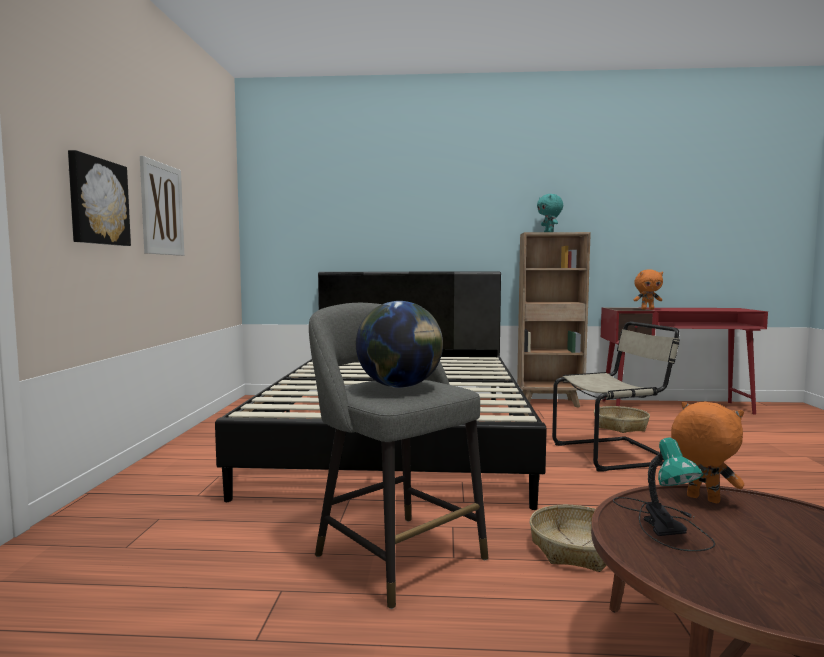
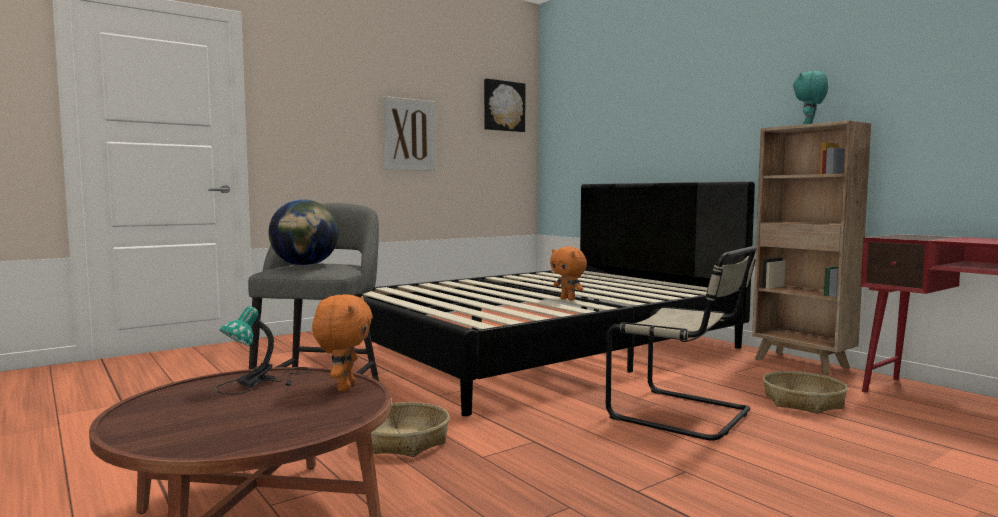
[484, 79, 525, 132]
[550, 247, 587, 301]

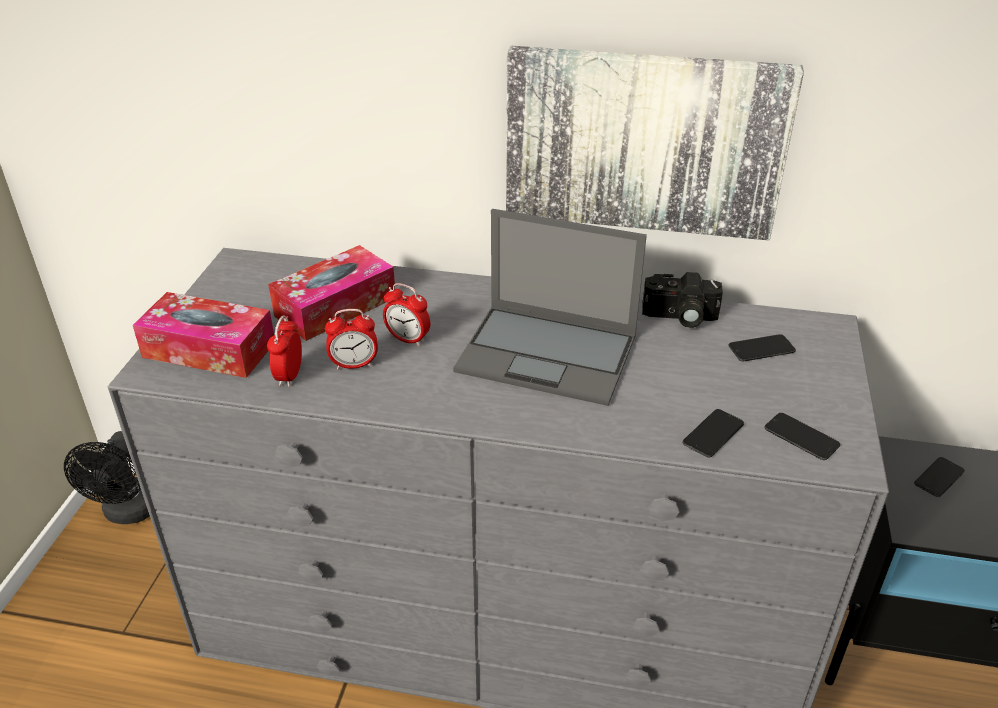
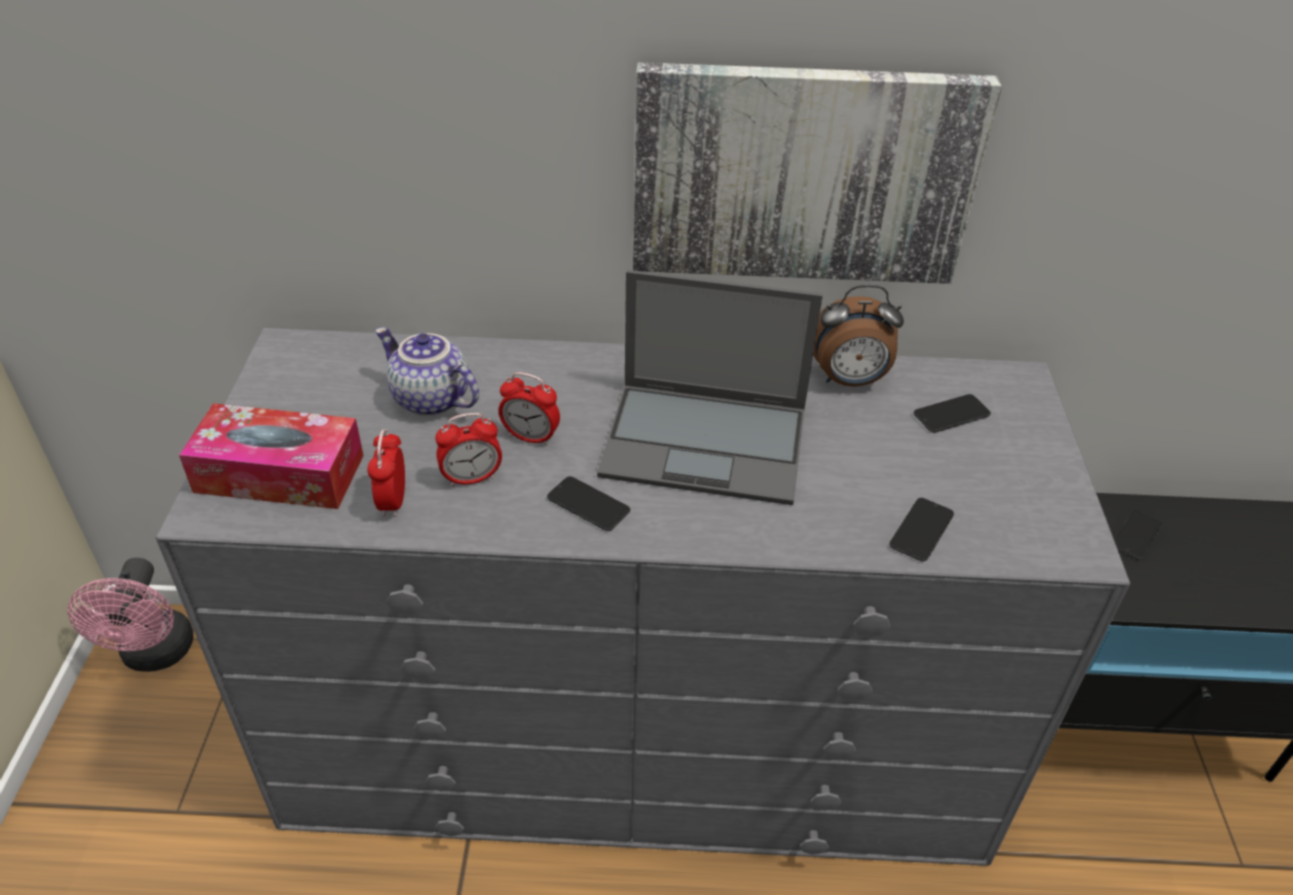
[547, 476, 630, 531]
[375, 327, 479, 416]
[813, 285, 904, 387]
[68, 558, 194, 672]

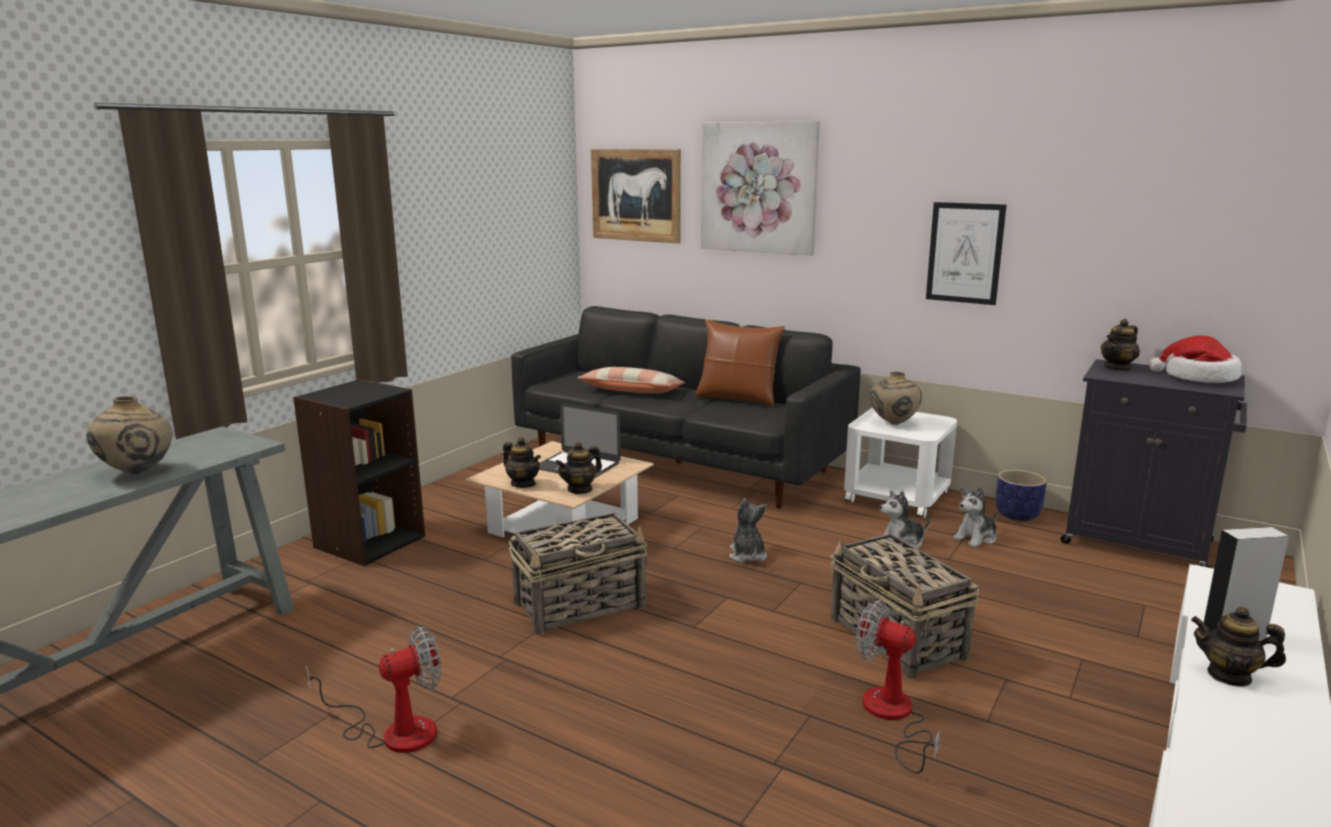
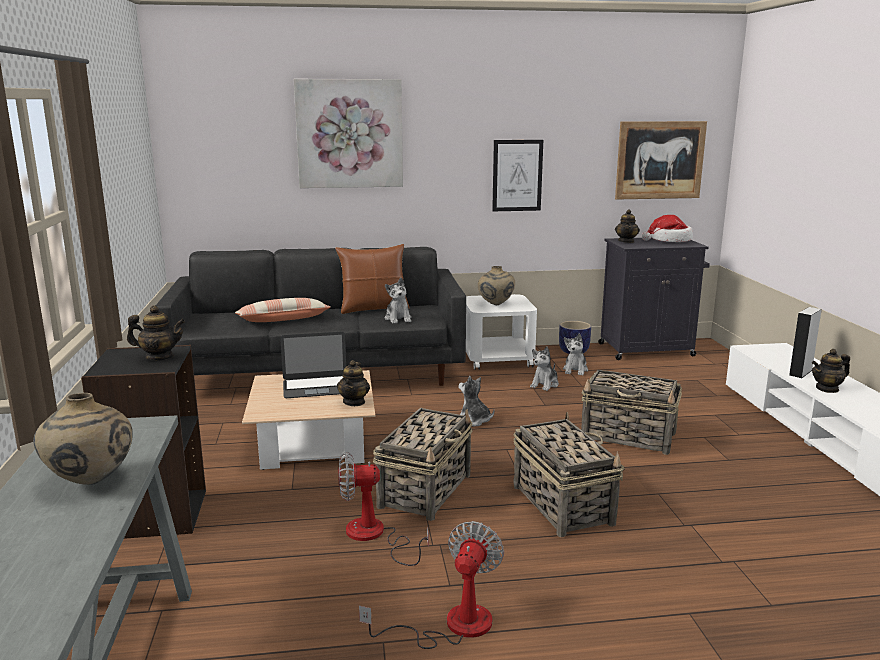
[385, 278, 412, 323]
[513, 412, 625, 537]
[127, 305, 185, 361]
[615, 121, 707, 200]
[338, 452, 429, 566]

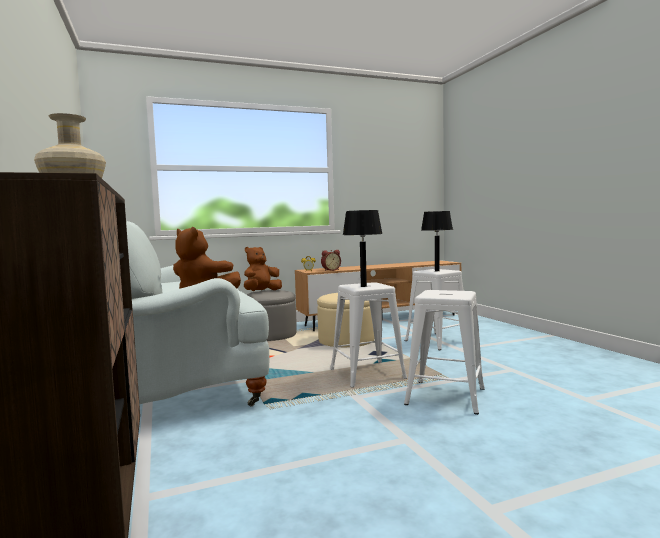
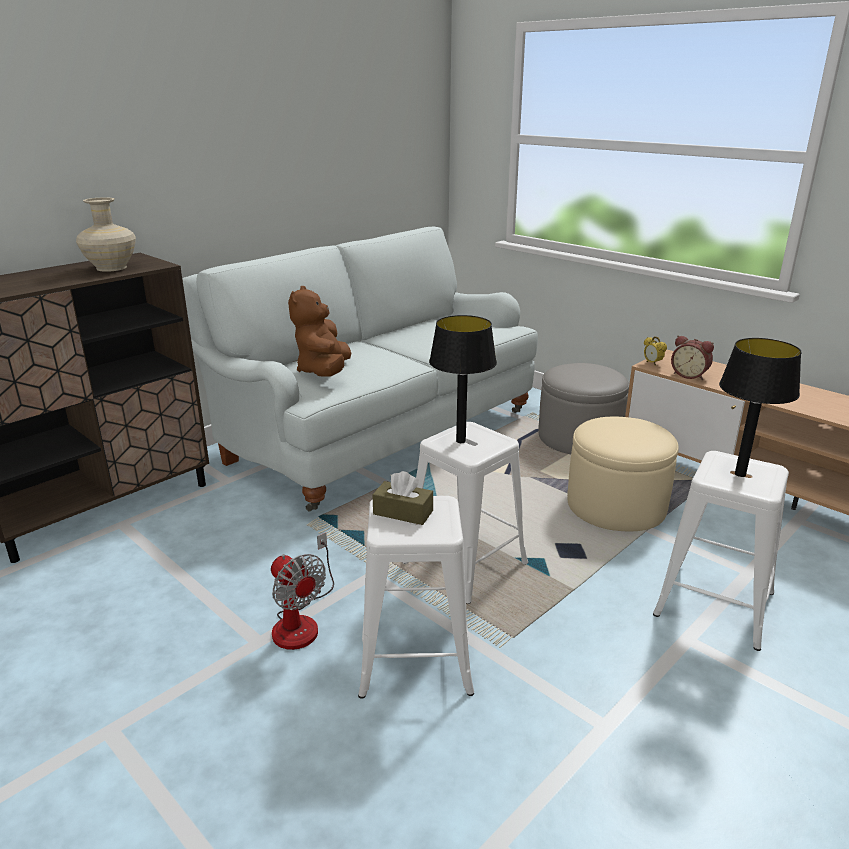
[244, 247, 282, 291] (first image)
[271, 533, 334, 650]
[372, 471, 433, 525]

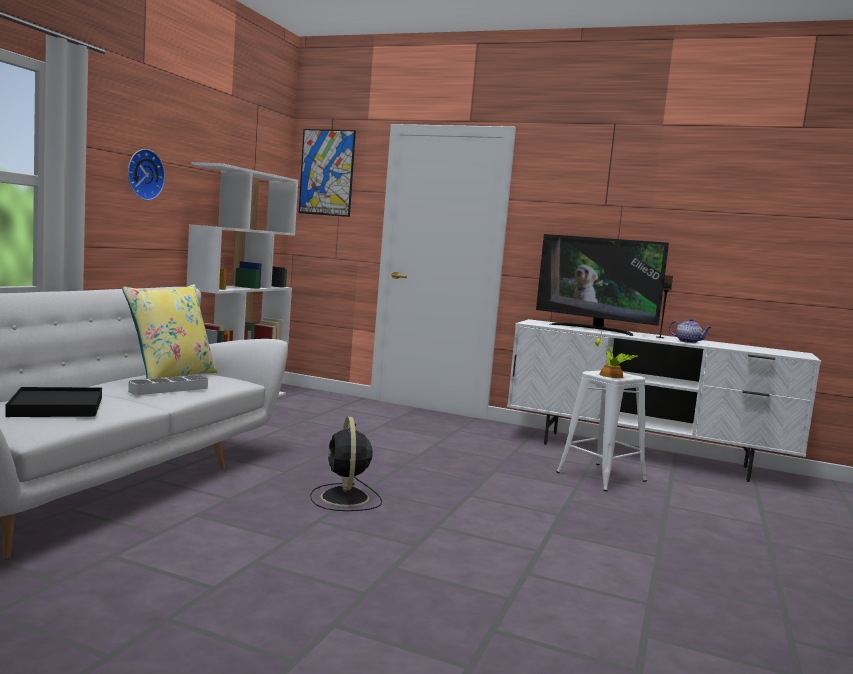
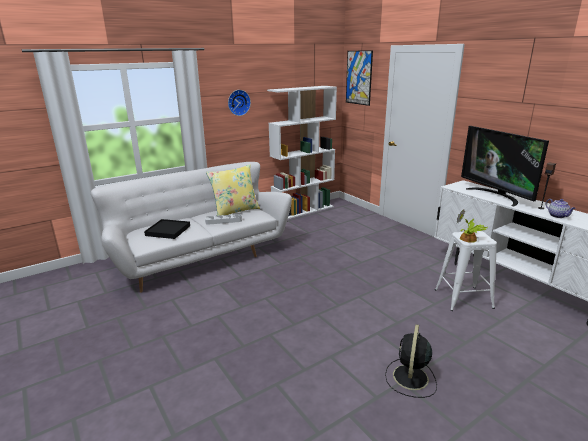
[385, 324, 437, 398]

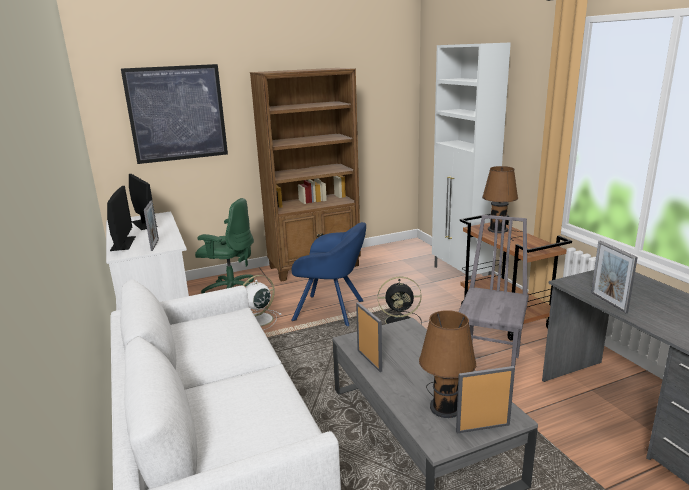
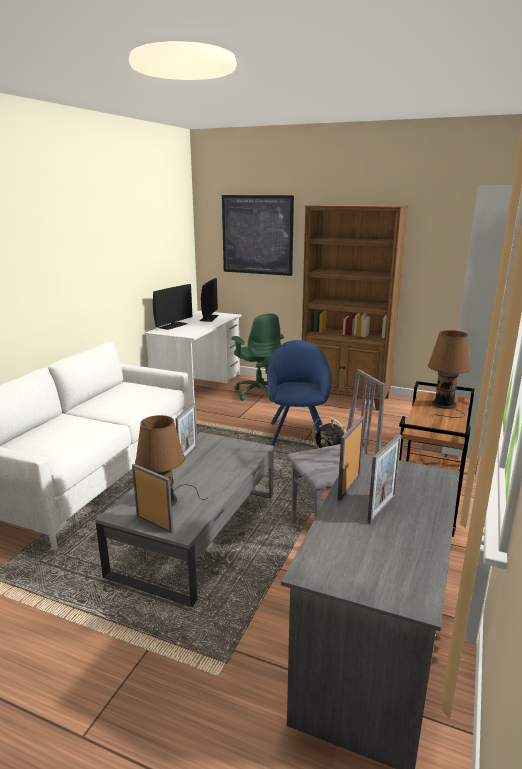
[242, 275, 281, 330] (first image)
[367, 434, 402, 524]
[267, 340, 332, 446]

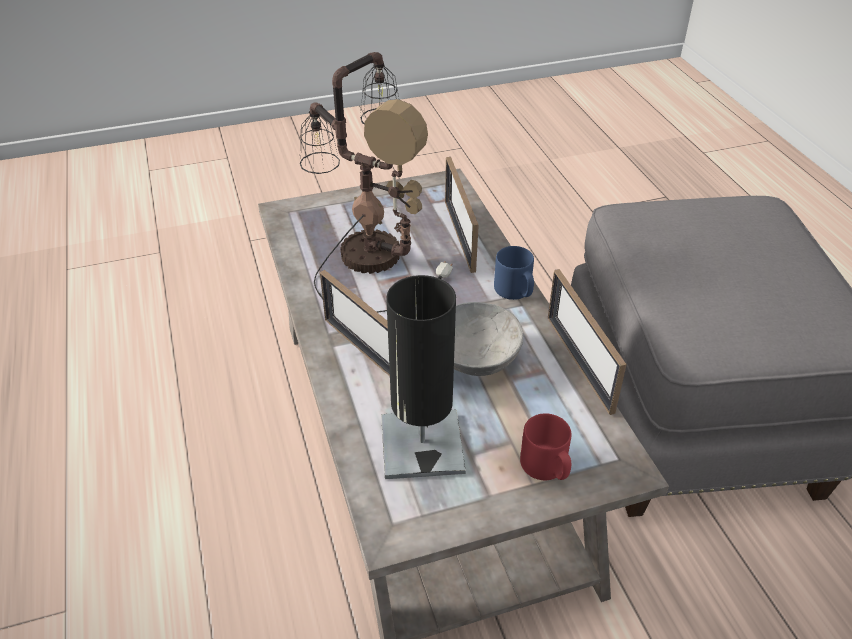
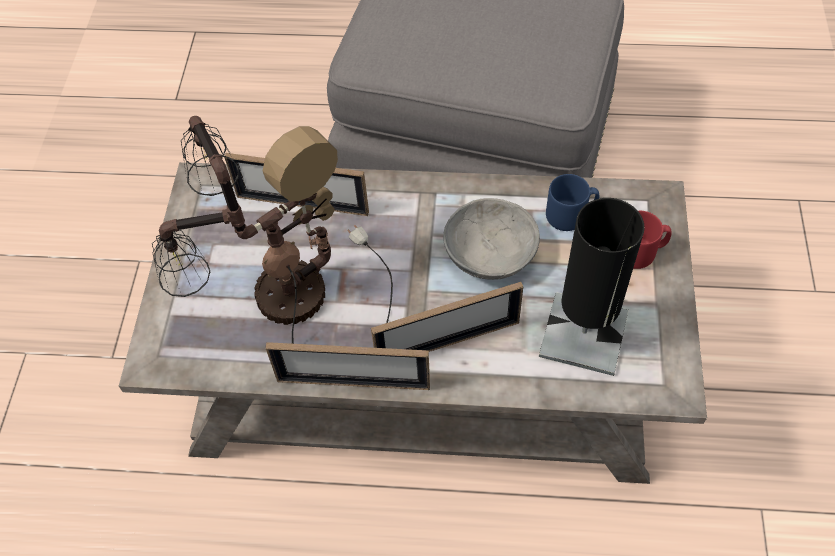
[546, 174, 599, 231]
[265, 342, 430, 390]

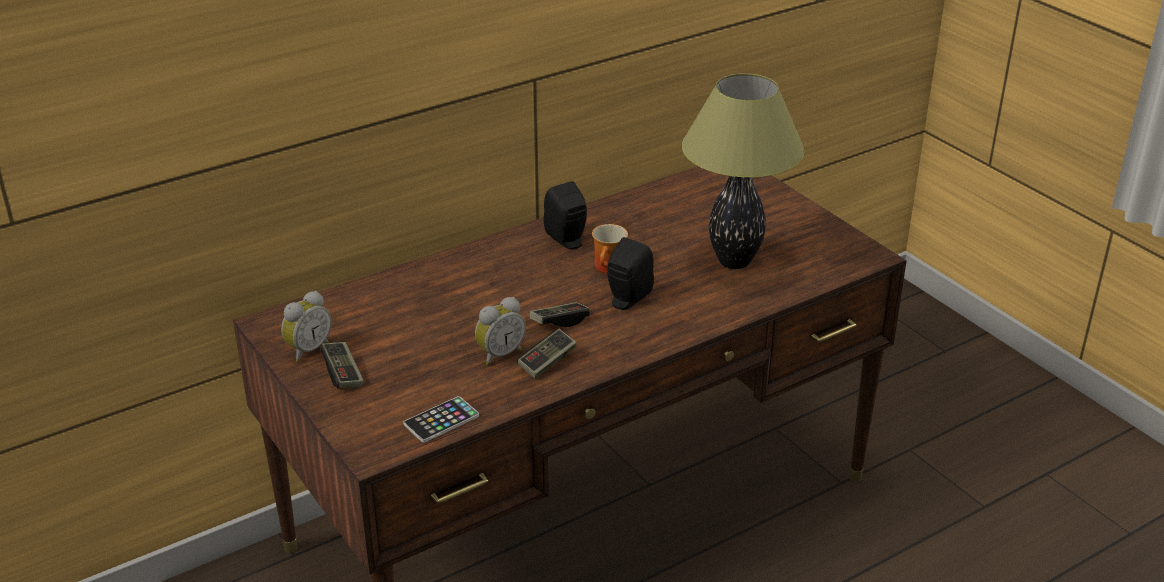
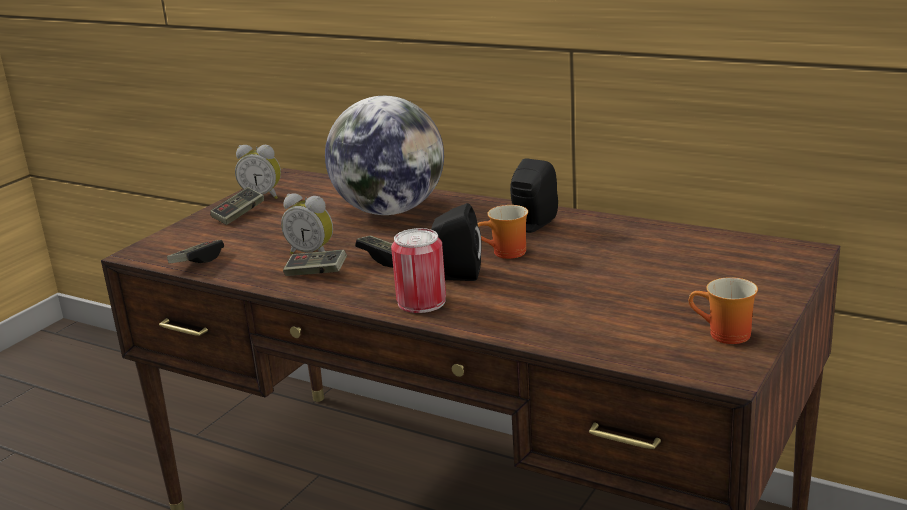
[682, 73, 805, 269] (first image)
[325, 96, 444, 215]
[391, 228, 446, 313]
[689, 277, 758, 344]
[167, 240, 224, 264]

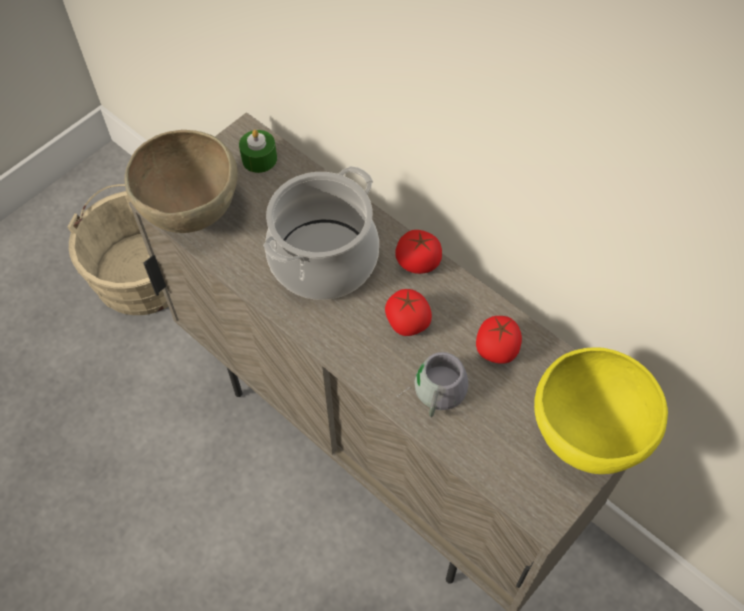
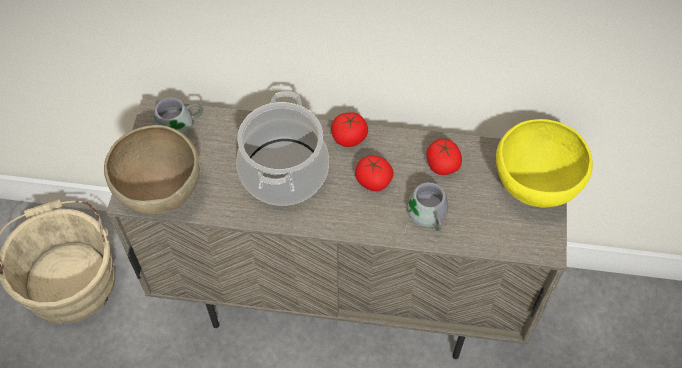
[153, 97, 203, 144]

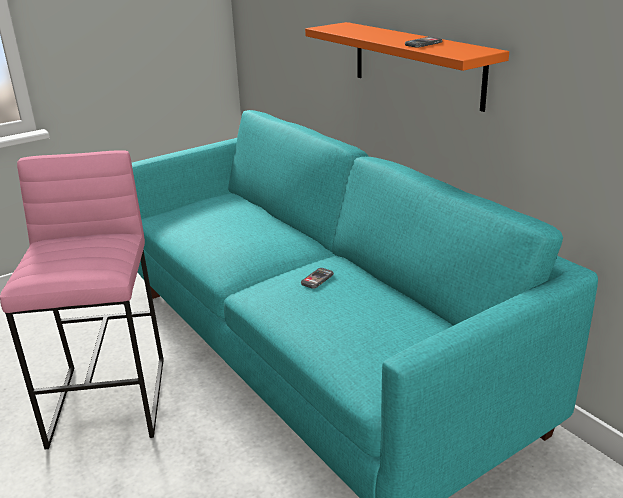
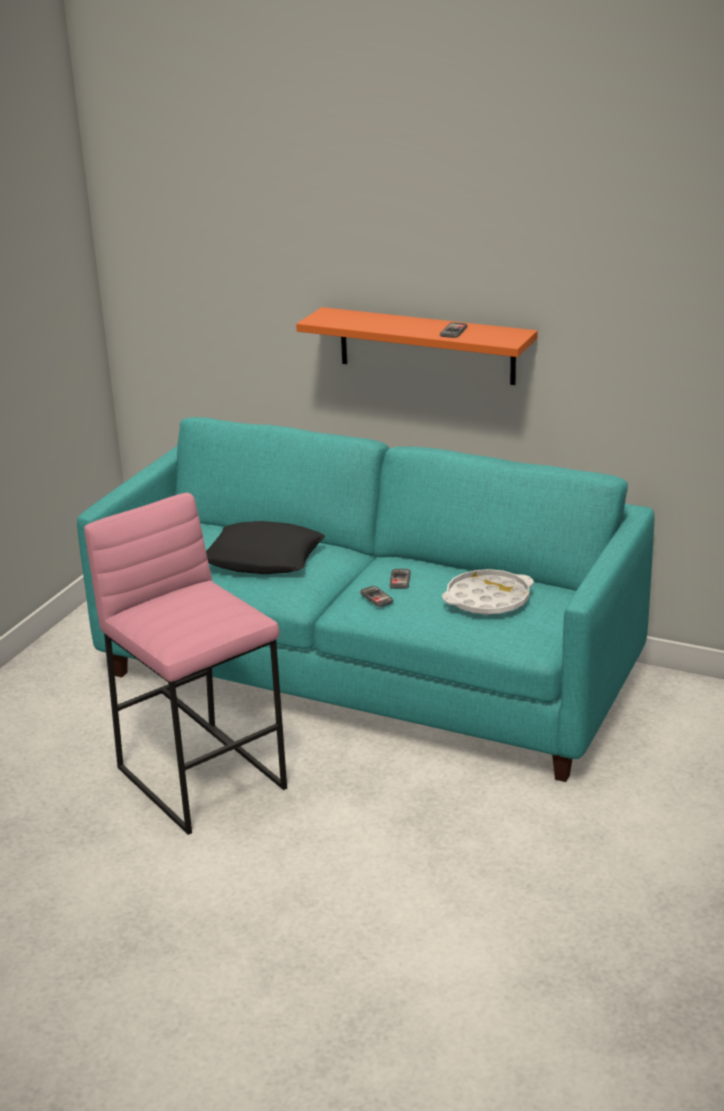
[206, 521, 325, 574]
[360, 586, 394, 607]
[442, 569, 534, 615]

